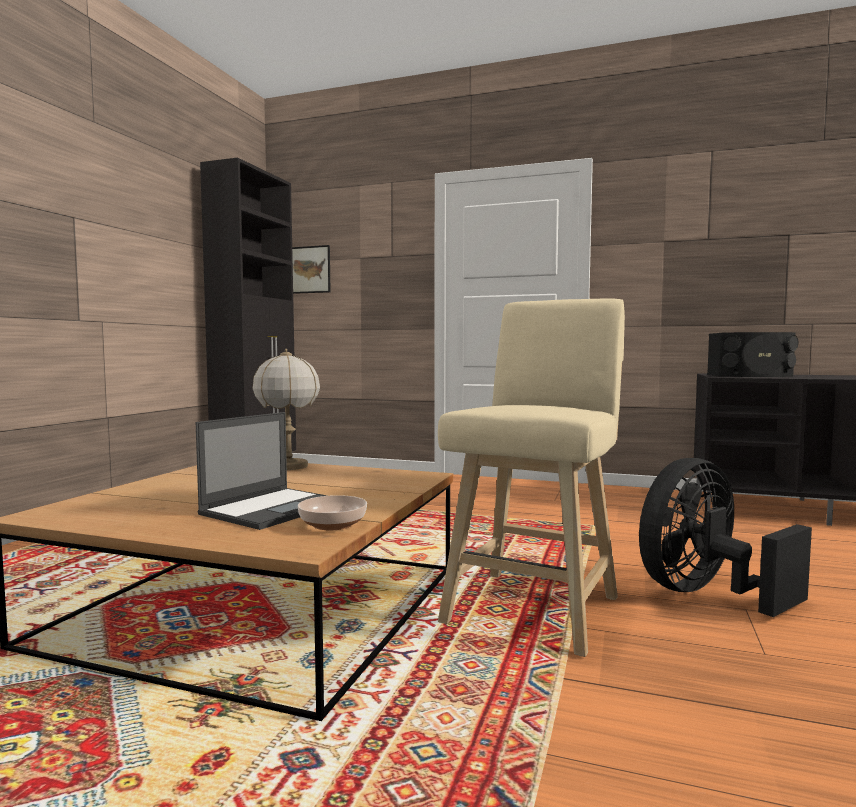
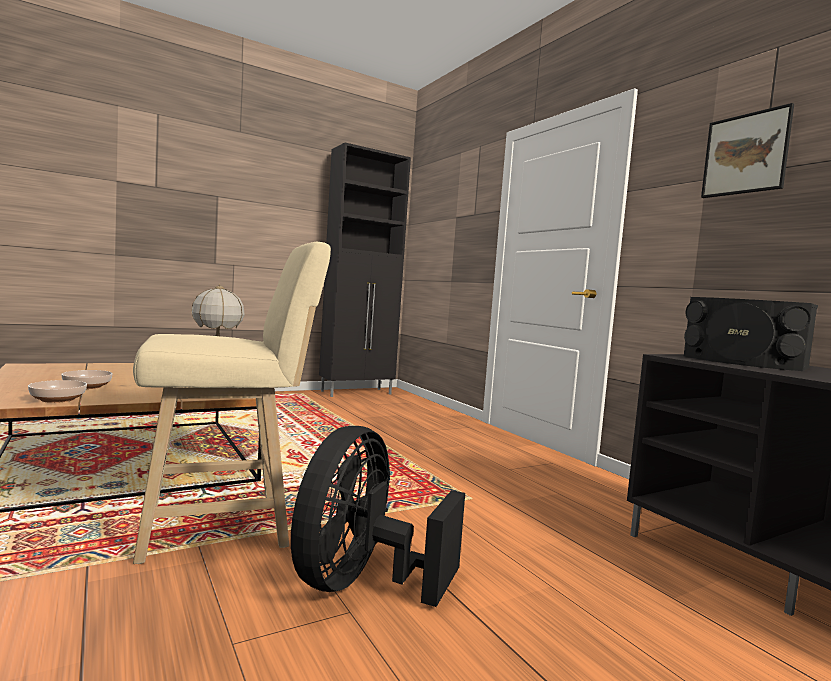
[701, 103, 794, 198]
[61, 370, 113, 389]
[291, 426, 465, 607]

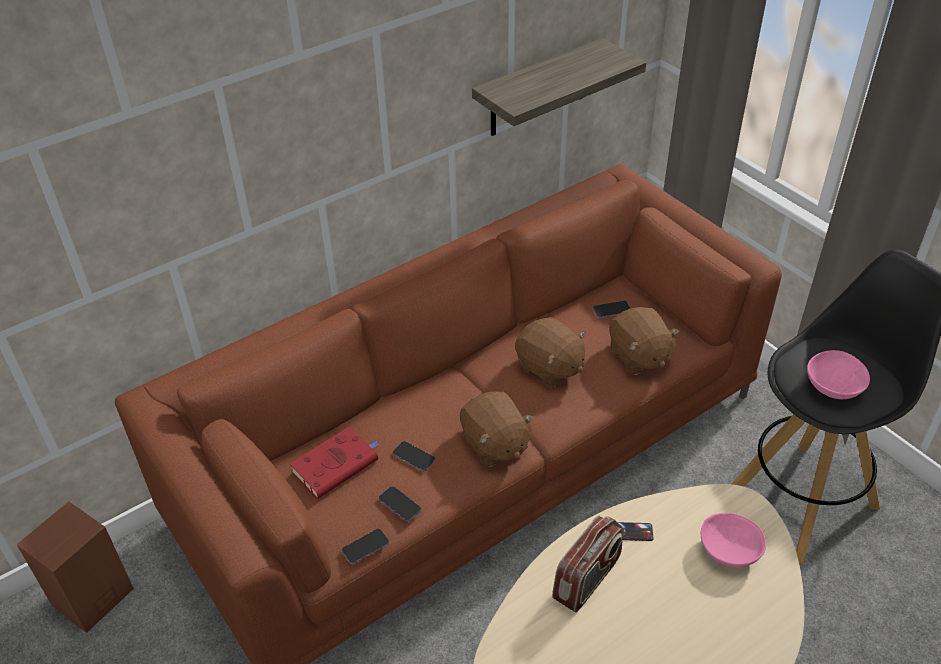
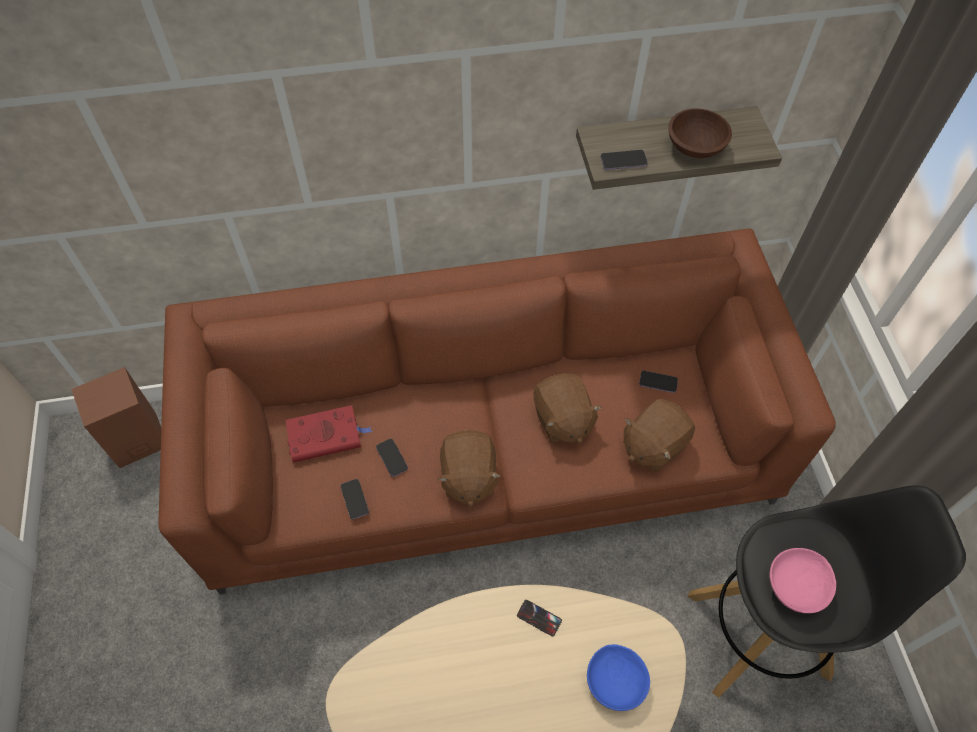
[552, 516, 623, 613] (first image)
[668, 108, 732, 158]
[601, 150, 648, 170]
[587, 644, 650, 711]
[624, 398, 695, 472]

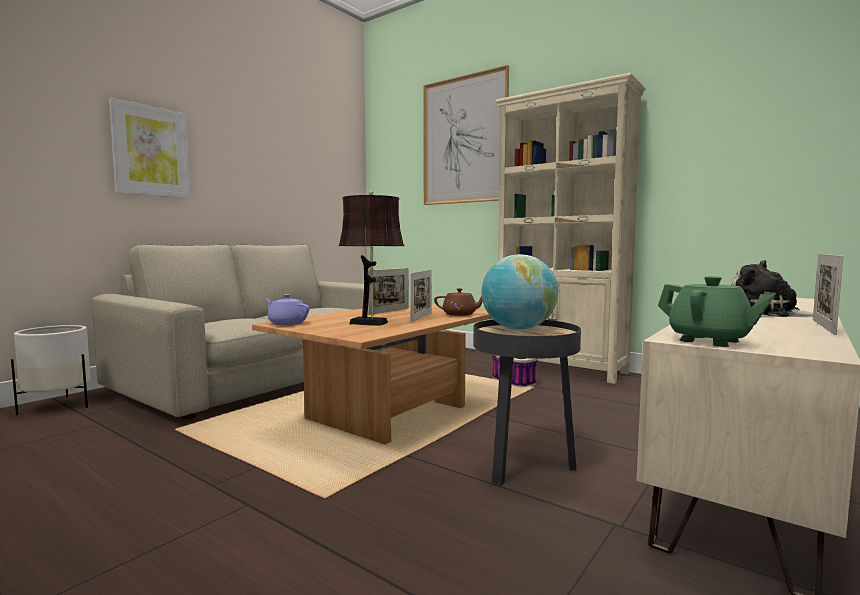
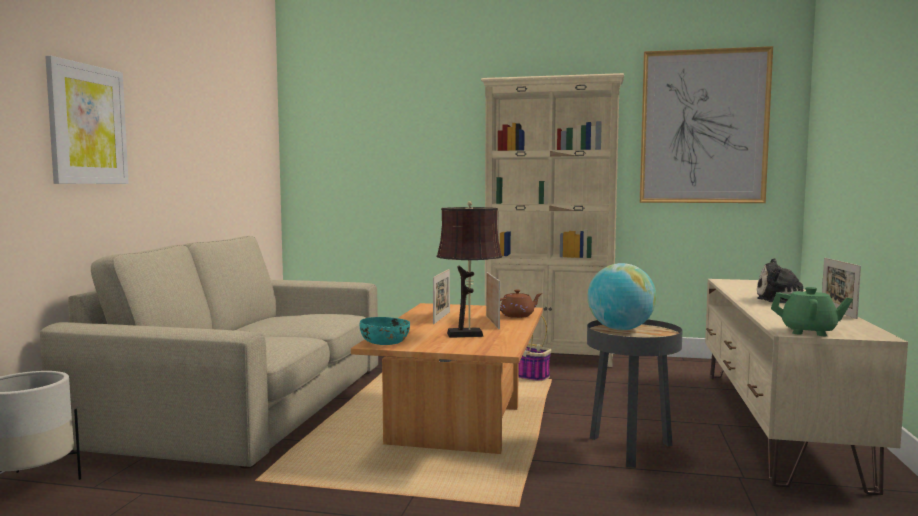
[640, 46, 773, 203]
[360, 317, 410, 345]

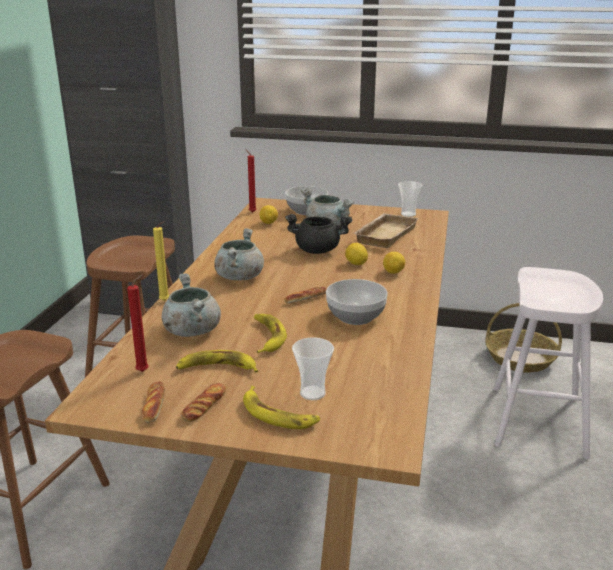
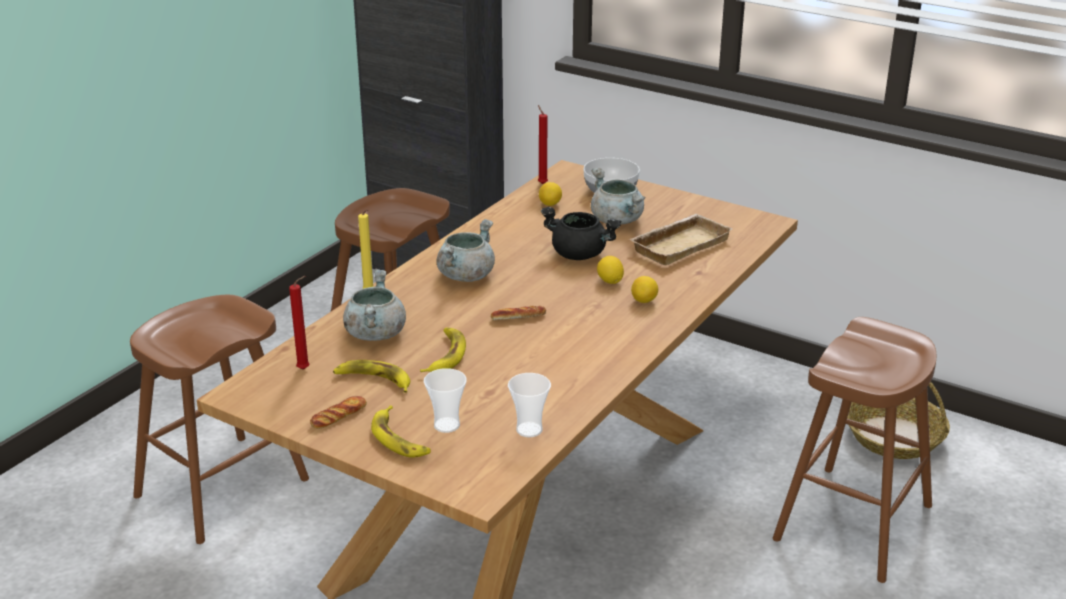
[142, 381, 165, 423] (first image)
[326, 279, 388, 325] (first image)
[508, 373, 551, 437]
[773, 317, 936, 583]

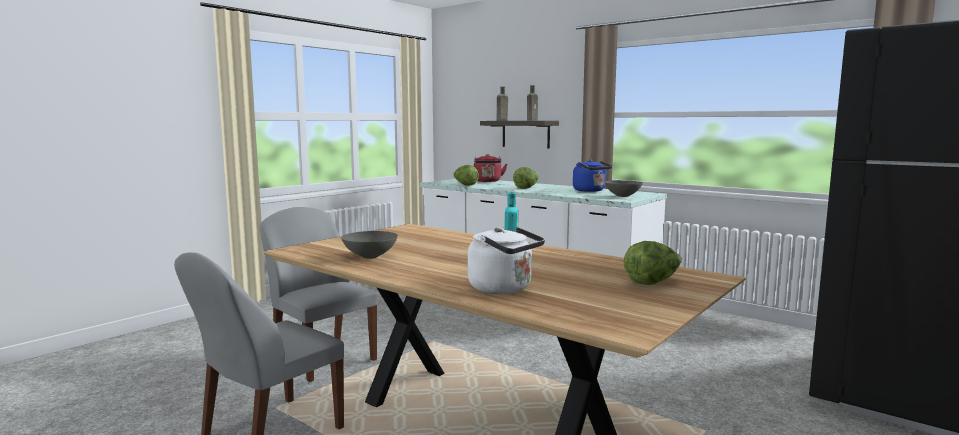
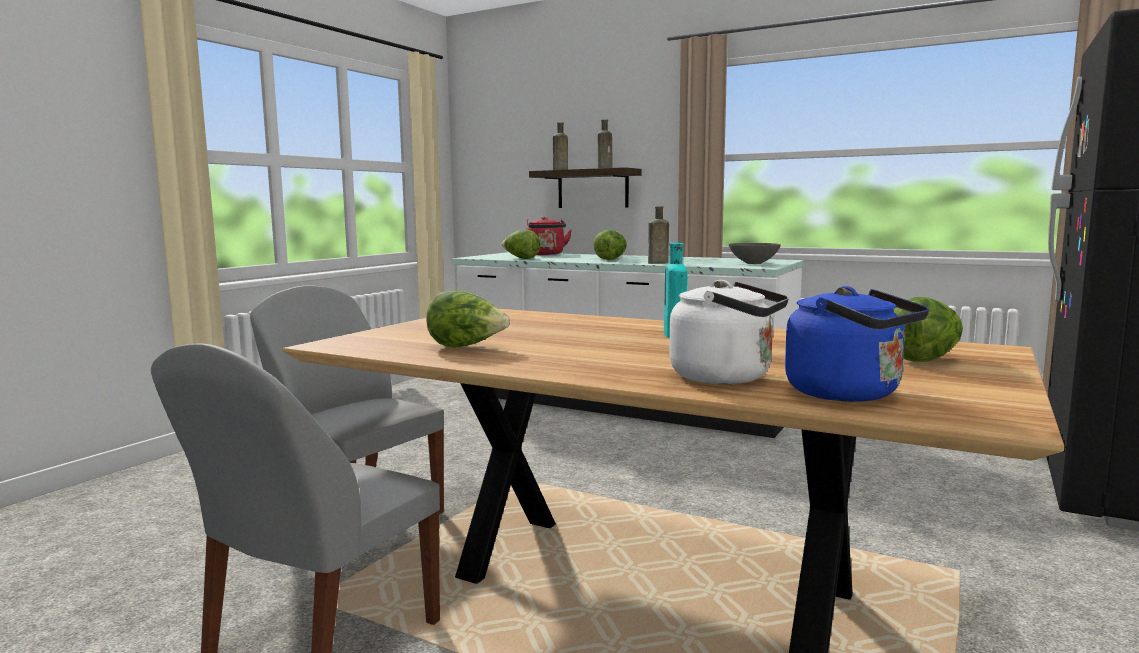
[648, 206, 669, 264]
[785, 286, 929, 402]
[426, 291, 510, 348]

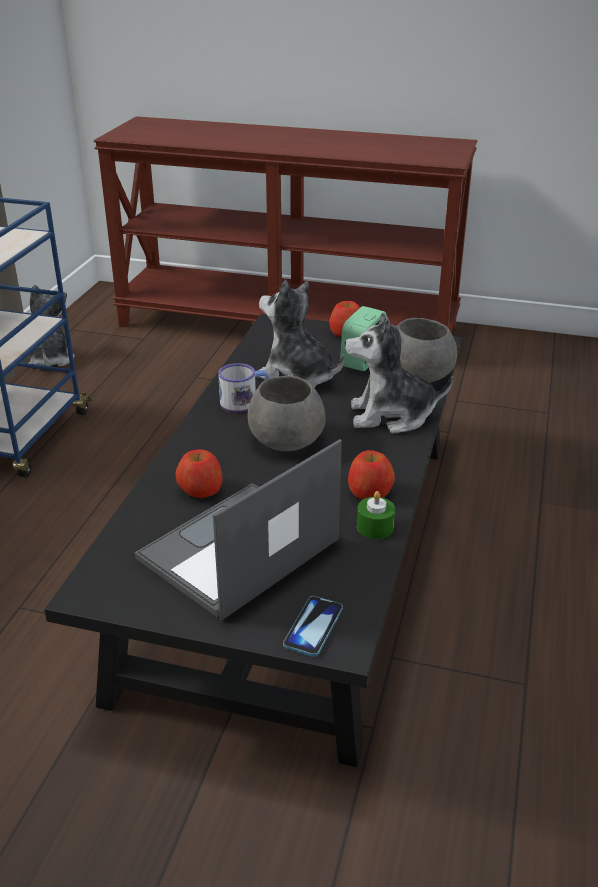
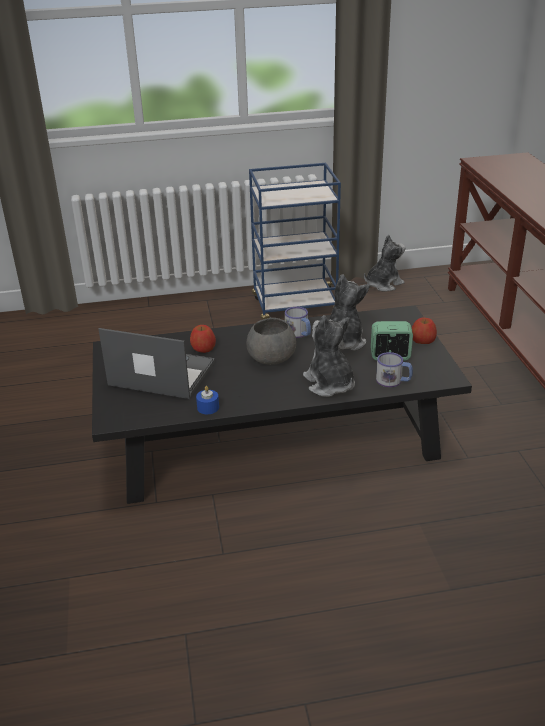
[283, 596, 343, 657] (first image)
[348, 450, 395, 500] (first image)
[376, 352, 413, 387]
[196, 386, 219, 414]

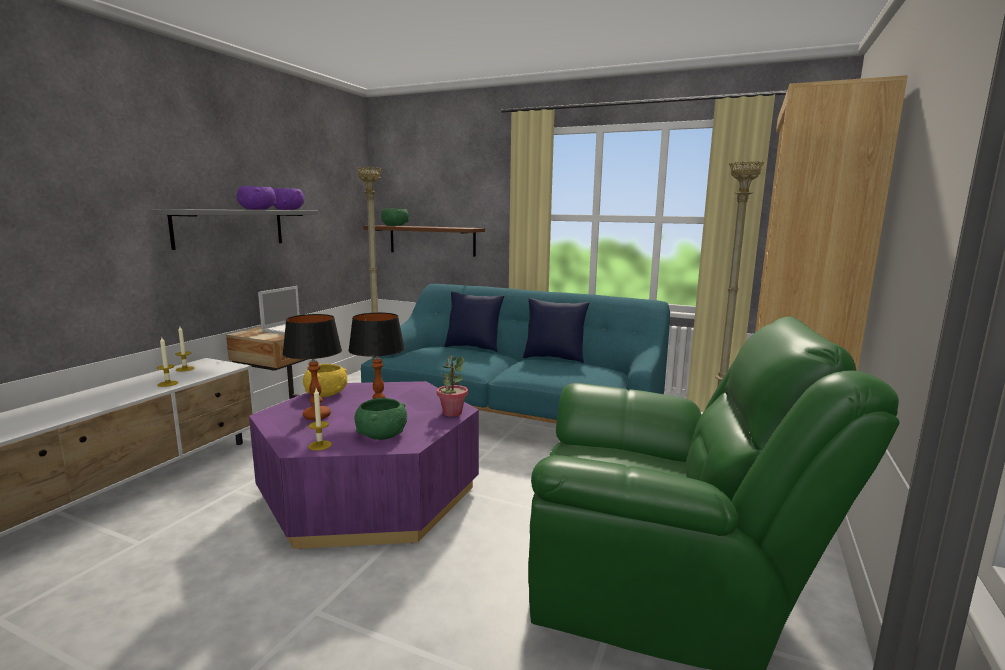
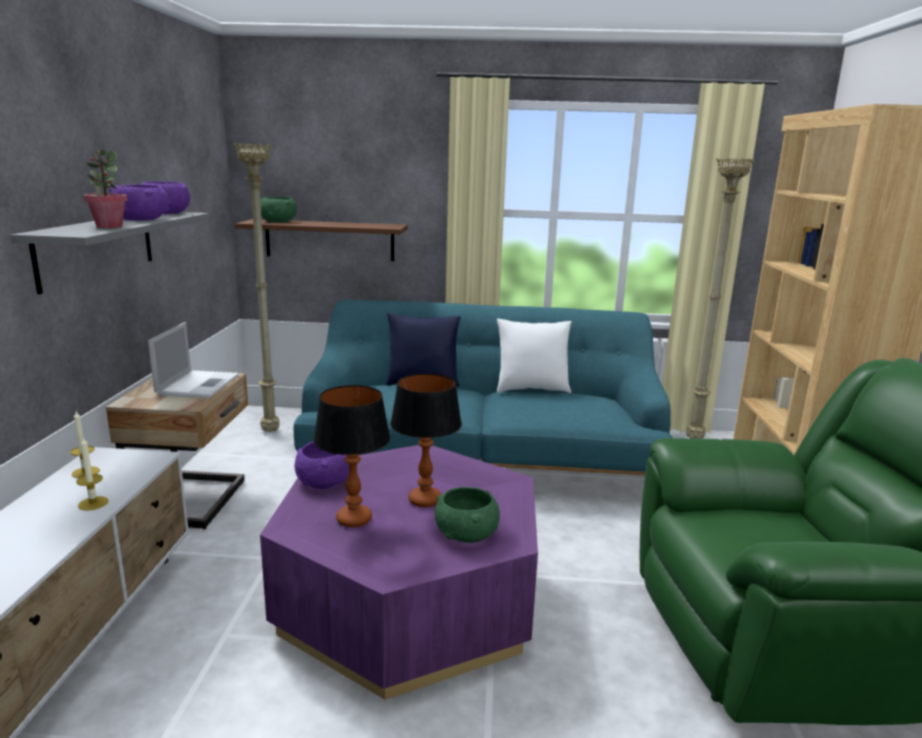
[308, 388, 332, 451] (first image)
[83, 150, 128, 228]
[295, 441, 349, 489]
[497, 319, 572, 393]

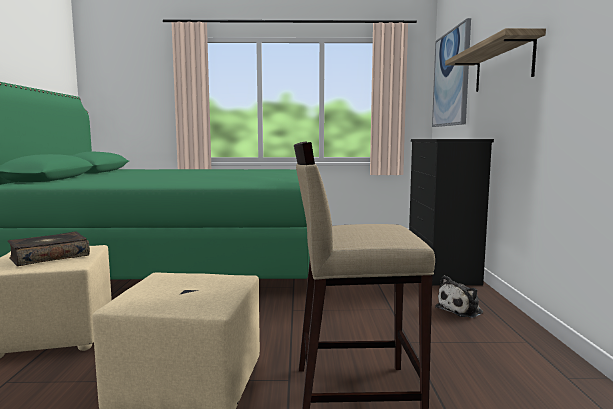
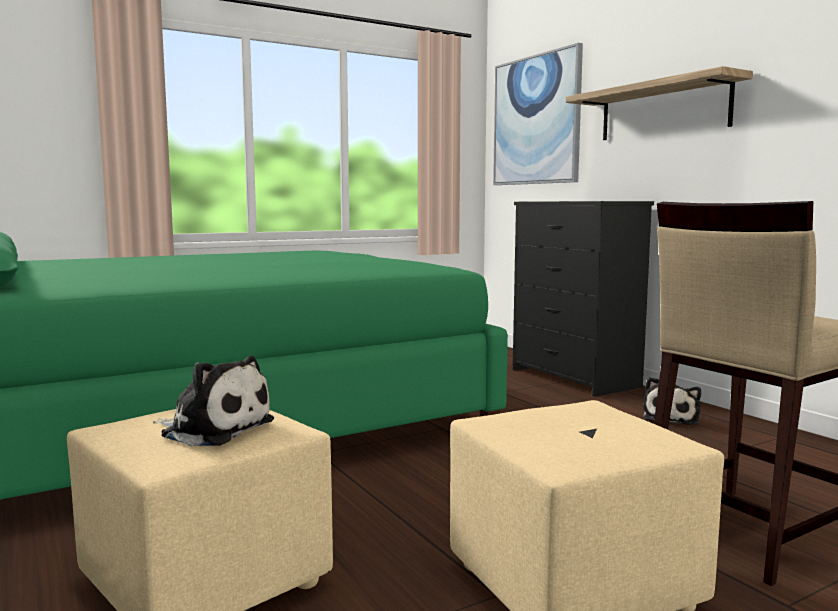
[153, 356, 274, 446]

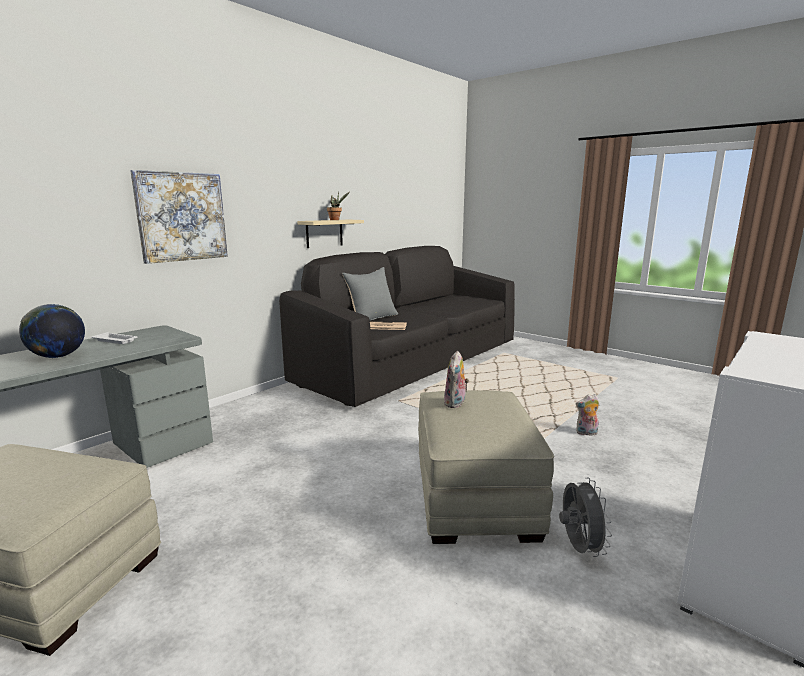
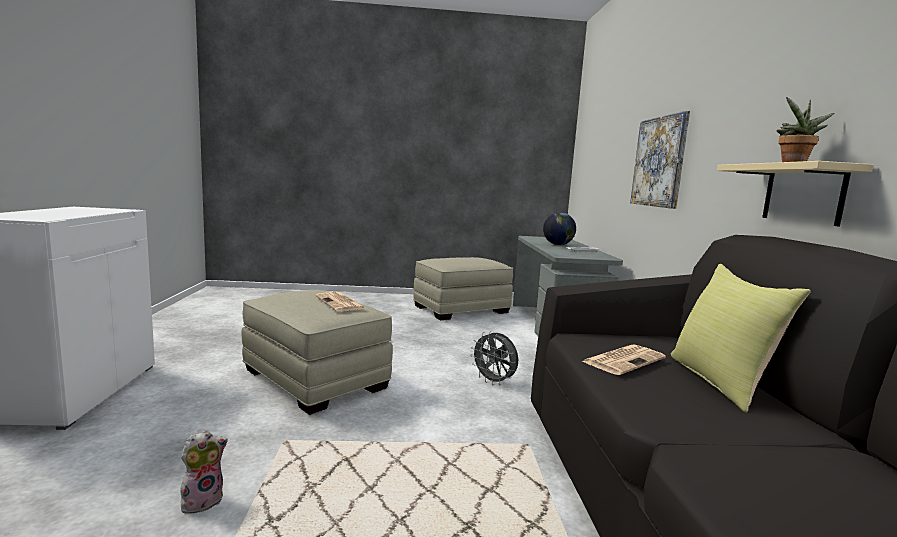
[470, 331, 518, 385]
[315, 292, 366, 312]
[671, 264, 811, 412]

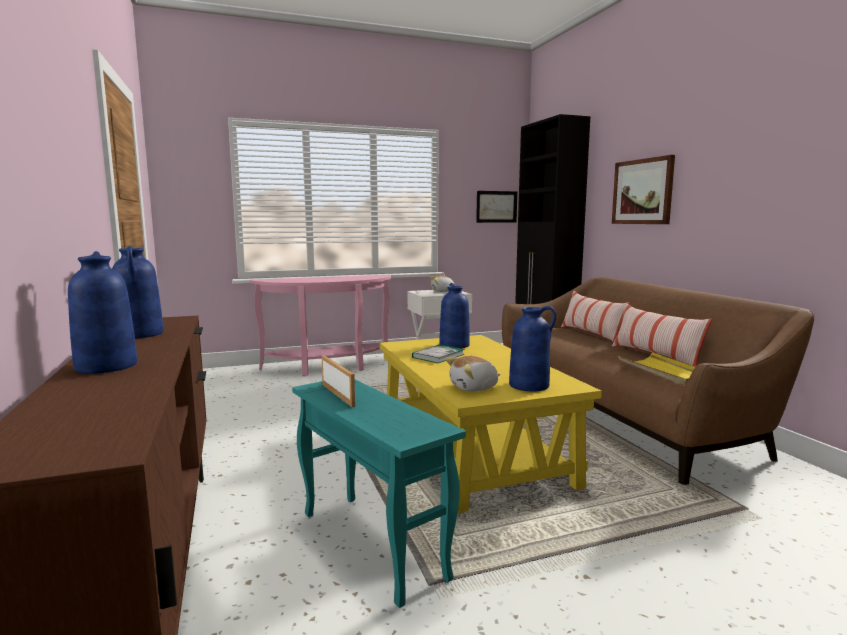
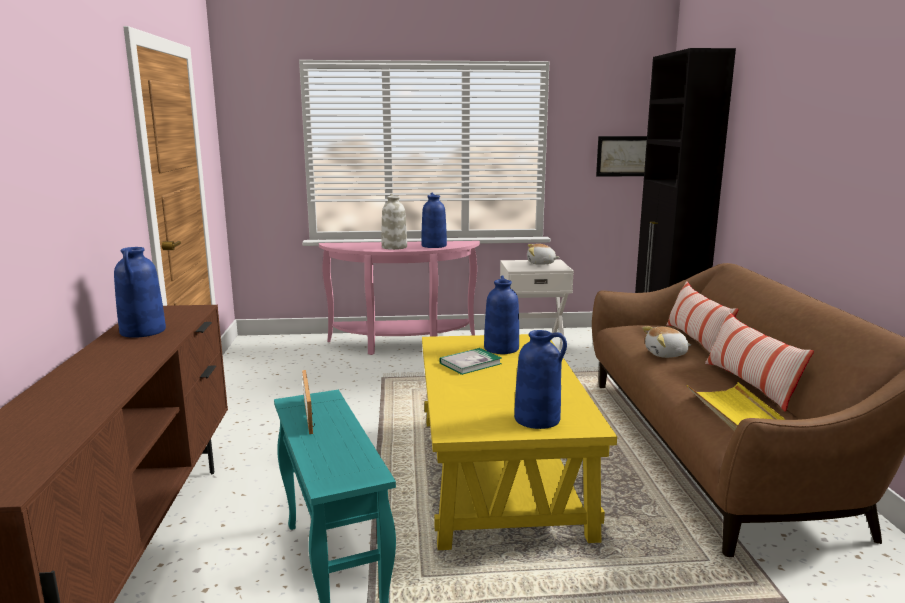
[612, 155, 675, 224] (first image)
[382, 194, 407, 250]
[421, 193, 447, 248]
[642, 326, 691, 358]

